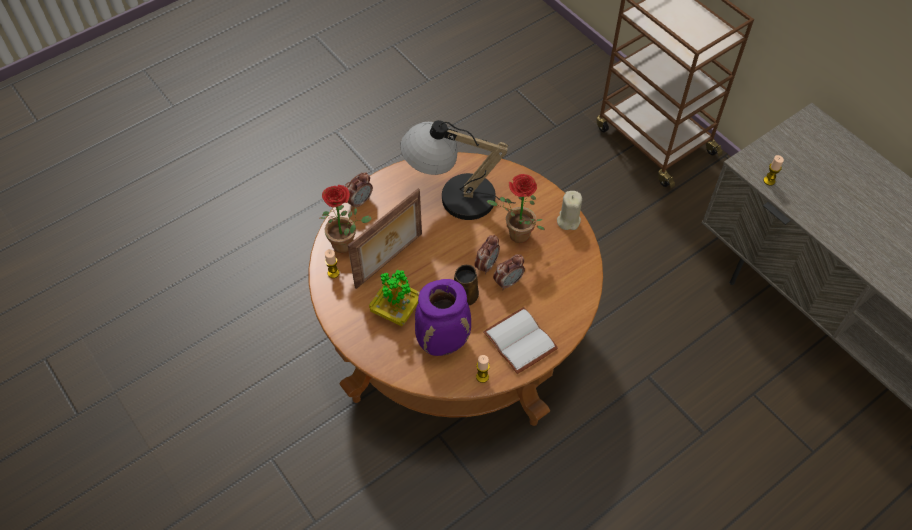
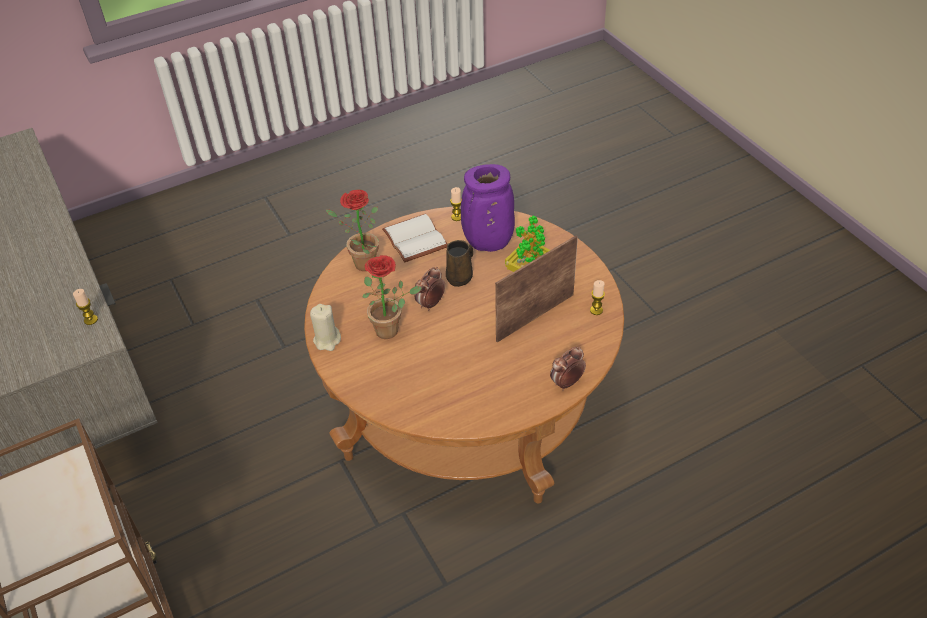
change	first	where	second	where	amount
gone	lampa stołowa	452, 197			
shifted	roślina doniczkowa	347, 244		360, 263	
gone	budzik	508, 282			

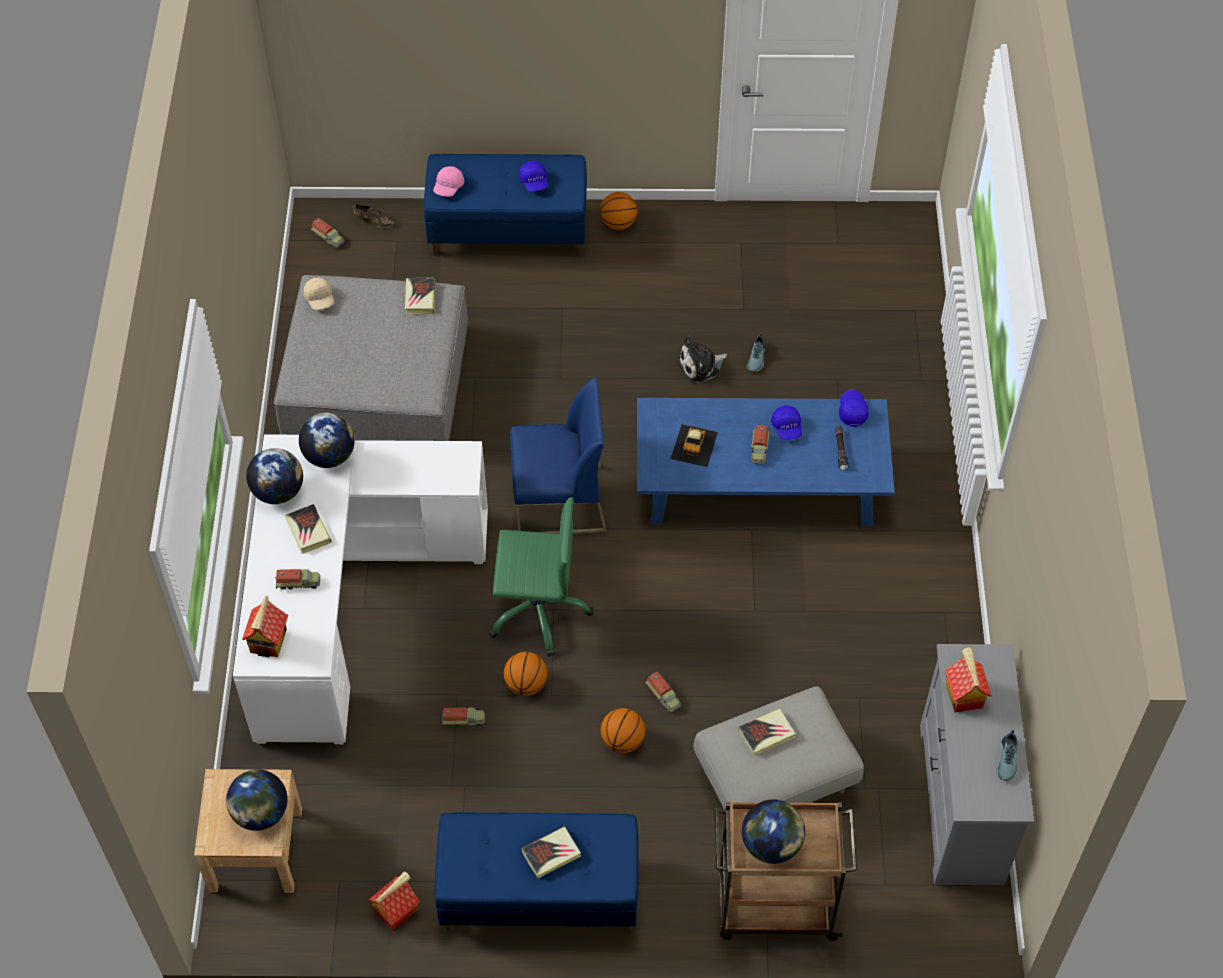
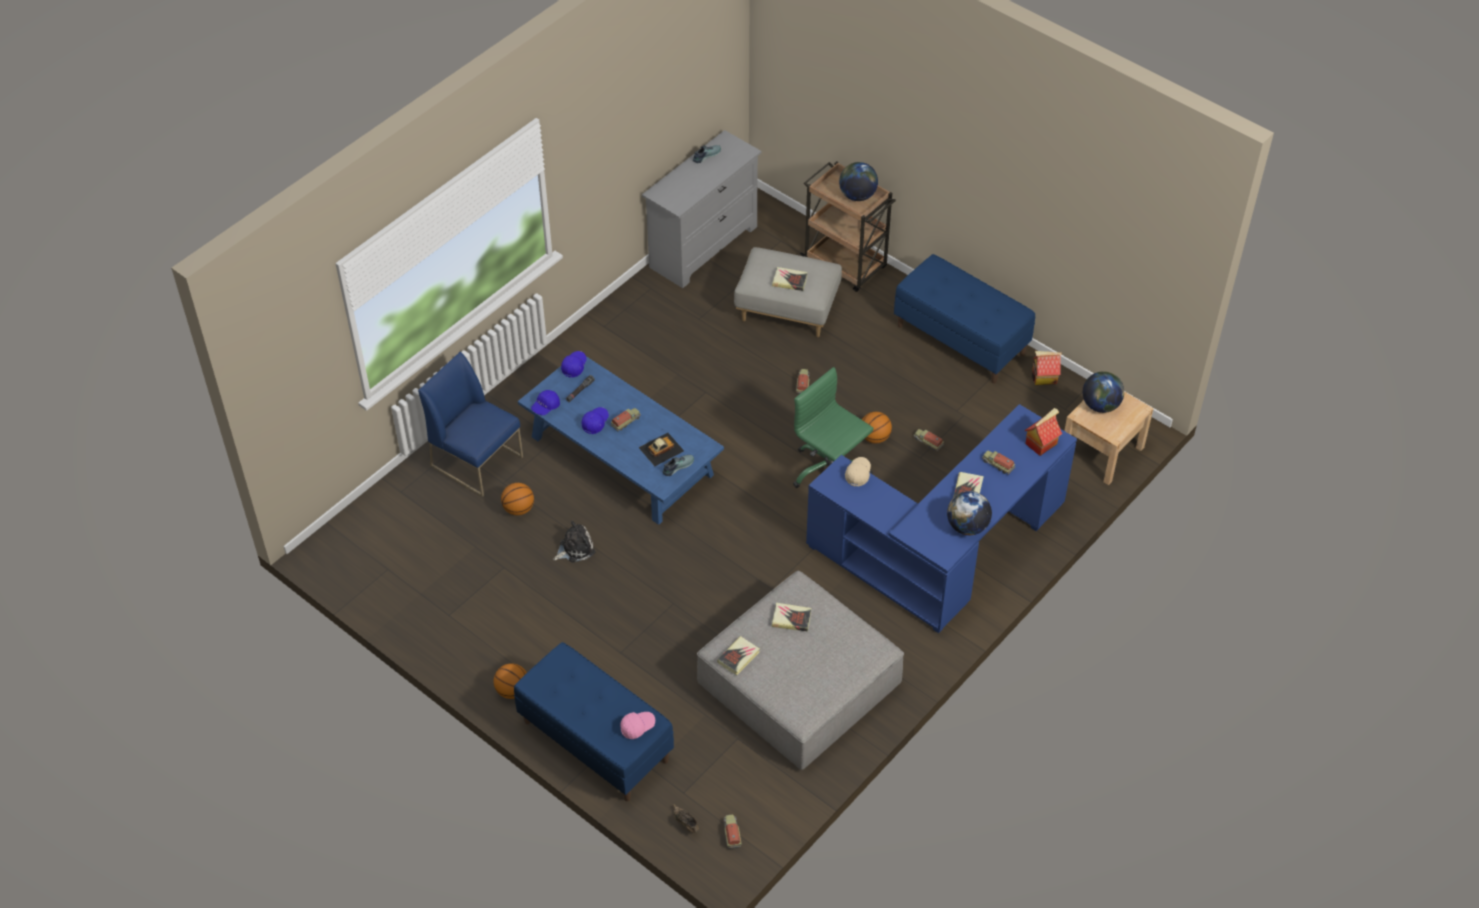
change	first	where	second	where	amount
shifted	czapka z daszkiem (niebieski)	534, 182		574, 366	
shifted	czapka z daszkiem (beżowy)	320, 299		858, 474	
shifted	but	757, 358		677, 466	
rotated	pluszak	701, 366		575, 548	45 degrees counterclockwise
shifted	krzesło (niebieski)	558, 502		477, 461	
gone	globus	329, 456			
repainted	biurko (biały)	343, 600	biurko (niebieski)	944, 552	
gone	domek	963, 694			
shifted	piłka do koszykówki	622, 741		519, 509	
shifted	książka	551, 854		791, 619	

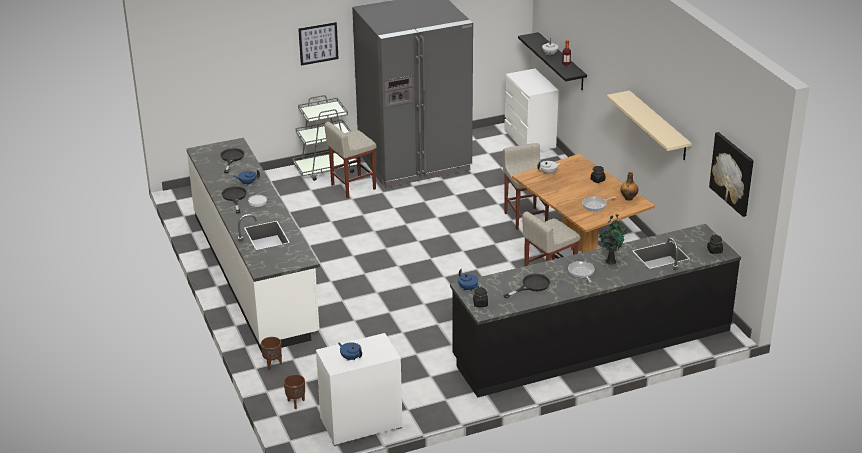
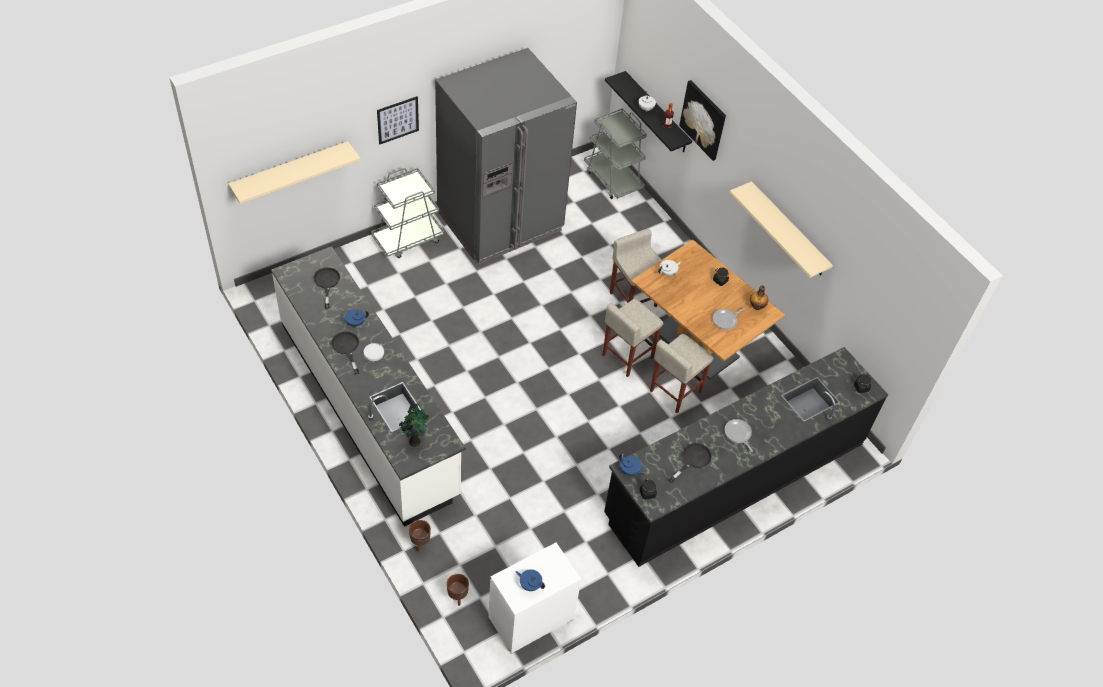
change	first	where	second	where	amount
swapped	komoda (biały)	530, 140	wózek (szary)	613, 179	
shifted	stołek (beżowy)	352, 187		627, 356	
shifted	obraz	732, 173		703, 120	
shifted	roślina doniczkowa	610, 261		414, 440	
new			półka (beżowy)	290, 170	

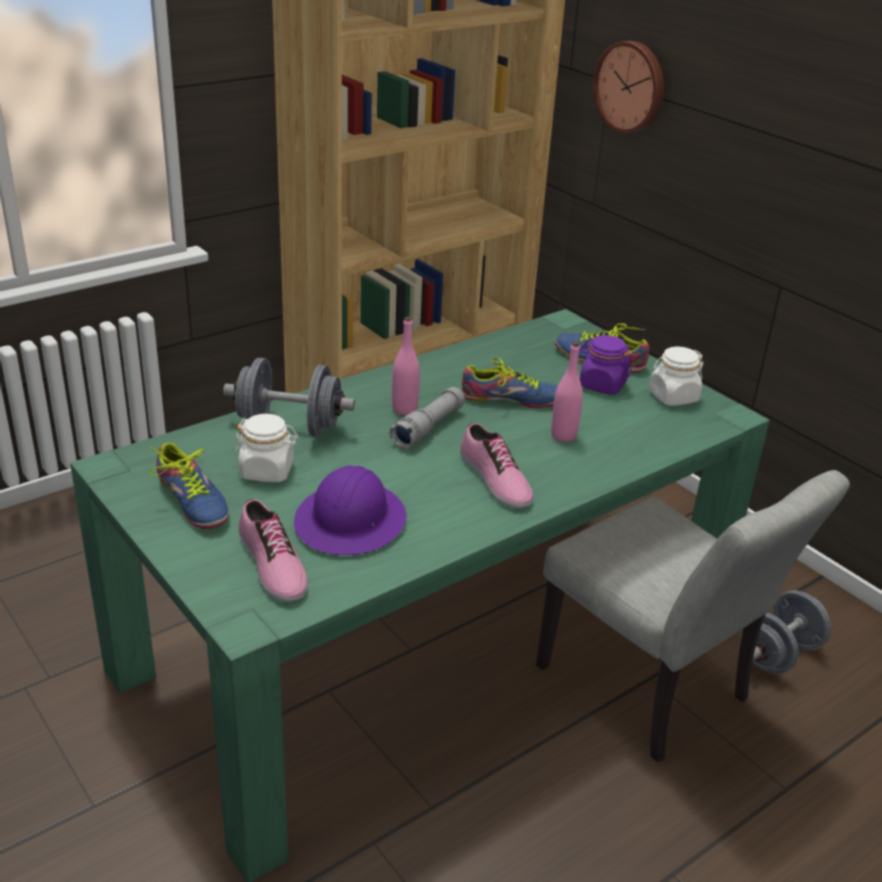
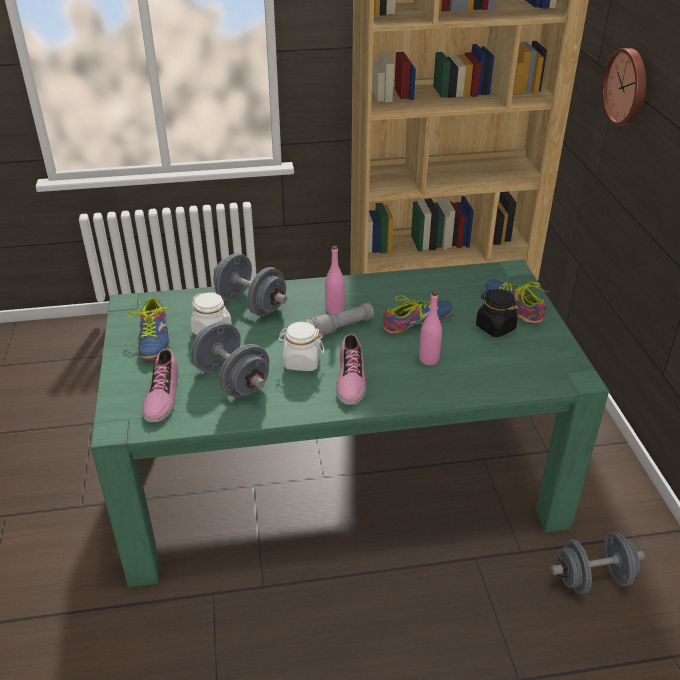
change	first	where	second	where	amount
repainted	słoik (fioletowy)	602, 385	słoik (czarny)	495, 327	
shifted	słoik (biały)	673, 397		301, 362	
rotated	but	512, 398		417, 321	60 degrees counterclockwise
swapped	kask (fioletowy)	351, 521	hantel (szary)	232, 380	
gone	krzesło (szary)	654, 692			

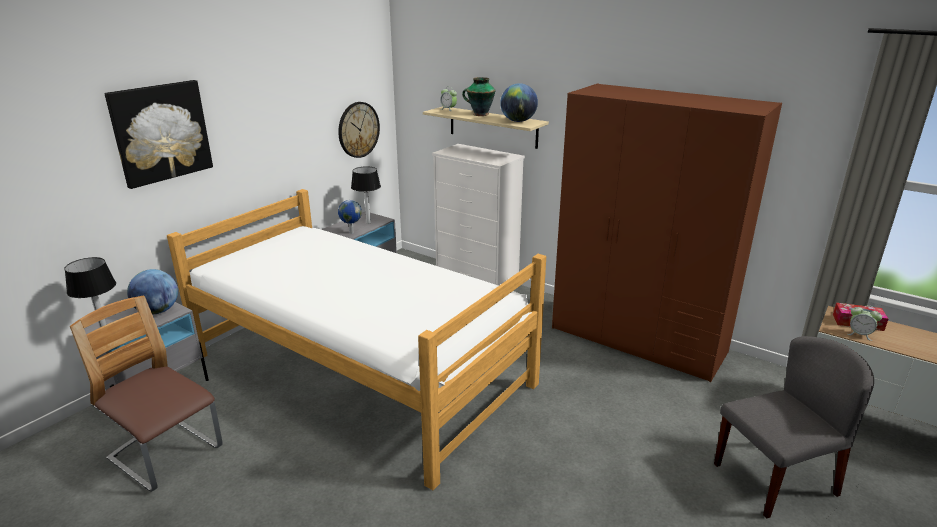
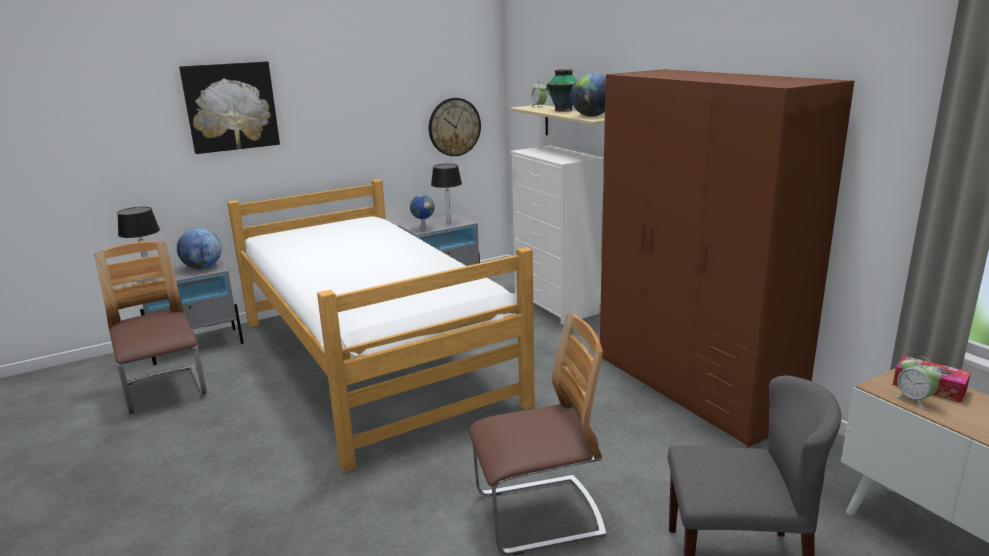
change	first	where	second	where	amount
new			krzesło	538, 515	

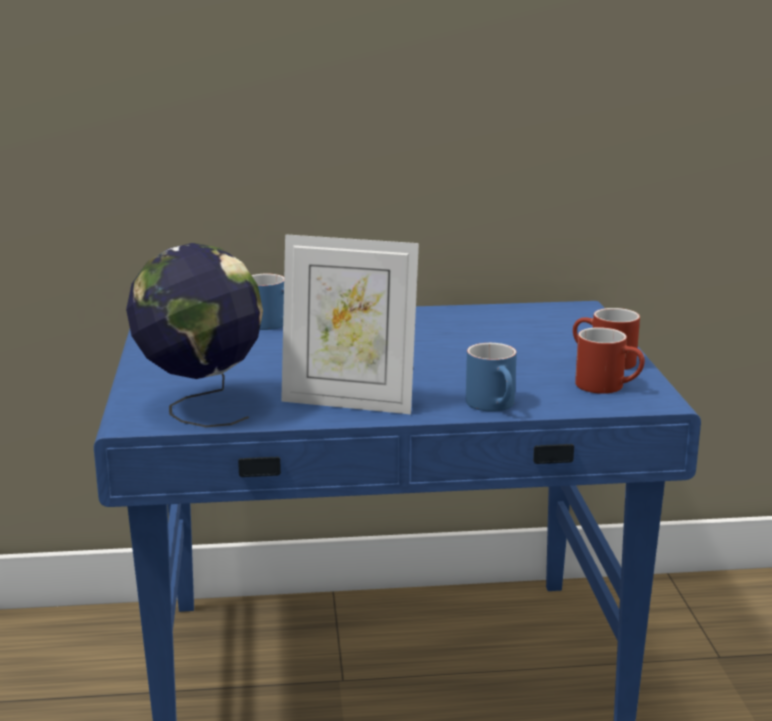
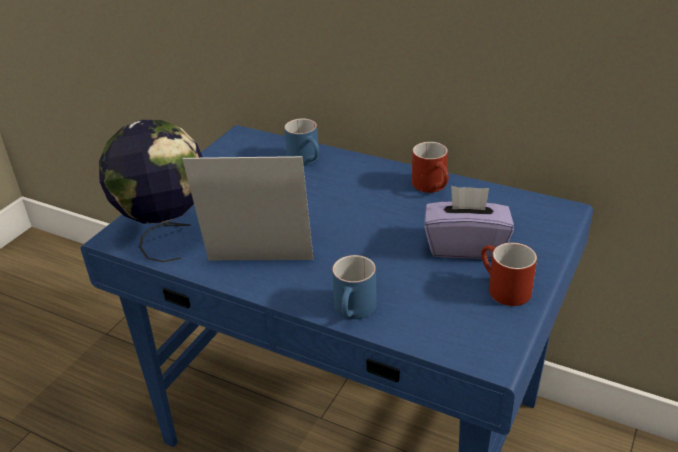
change	first	where	second	where	amount
rotated	ramka na zdjęcie	349, 402		259, 266	135 degrees clockwise
shifted	kubek (czerwony)	609, 386		433, 186	
new			pudełko chusteczek (fioletowy)	465, 246	

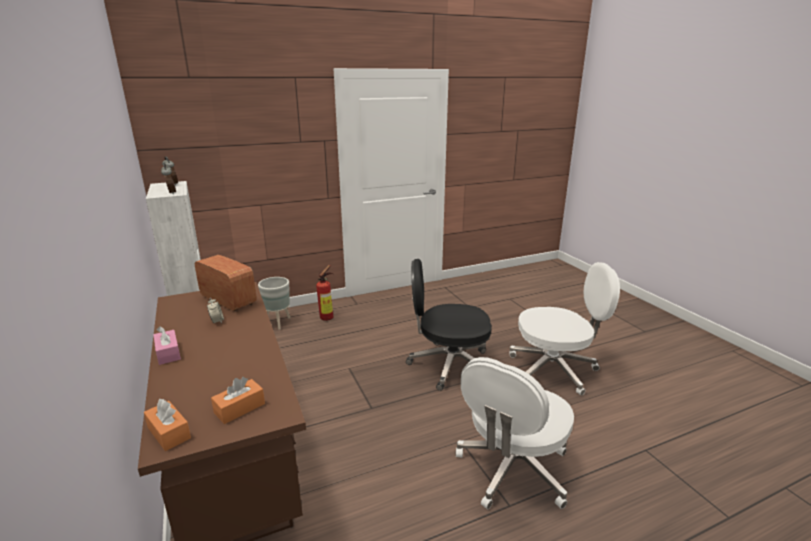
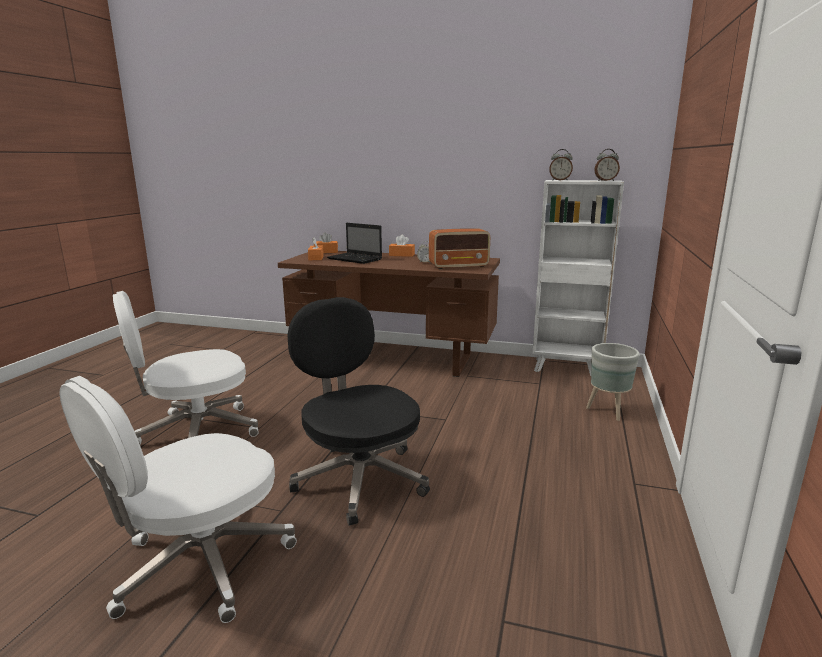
change	first	where	second	where	amount
rotated	krzesło biurowe (czarny)	448, 365		359, 478	75 degrees counterclockwise
gone	gaśnica	328, 317			
repainted	pudełko chusteczek (różowy)	168, 353	pudełko chusteczek (pomarańczowy)	401, 255	
rotated	krzesło biurowe (biały)	512, 469		196, 433	105 degrees counterclockwise
new			laptop	356, 259	

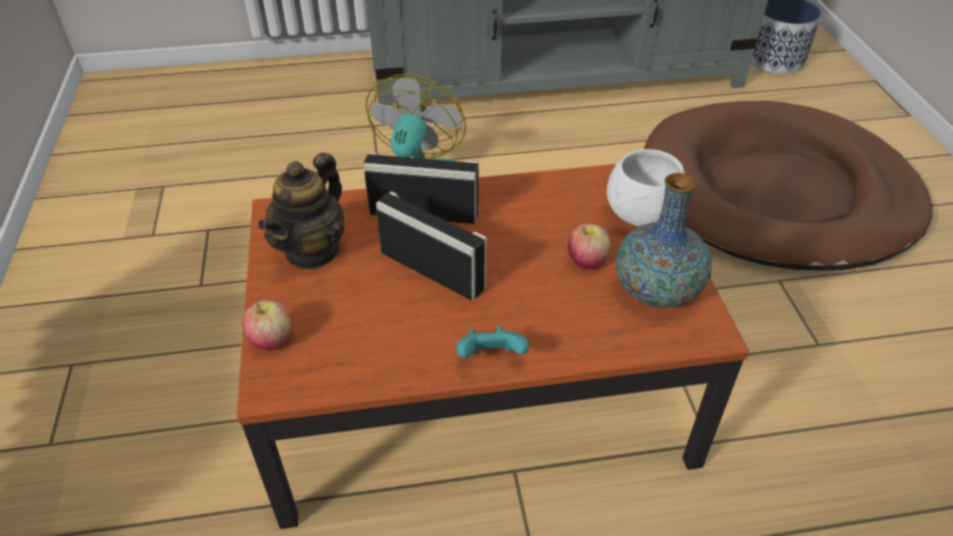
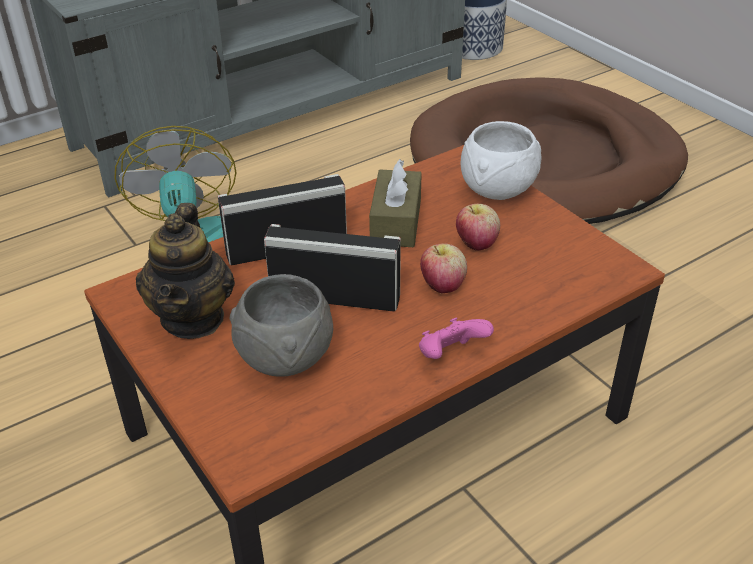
change	first	where	second	where	amount
gone	wazon	657, 290			
shifted	jabłko	272, 340		442, 286	
repainted	pad do gier (turkusowy)	491, 358	pad do gier (różowy)	450, 355	
new			pudełko chusteczek (brązowy)	396, 222	
new			miska (szary)	287, 359	

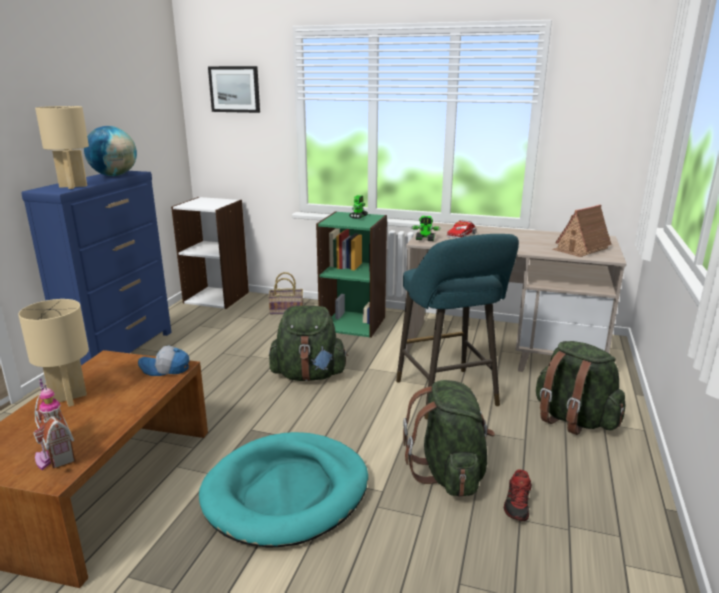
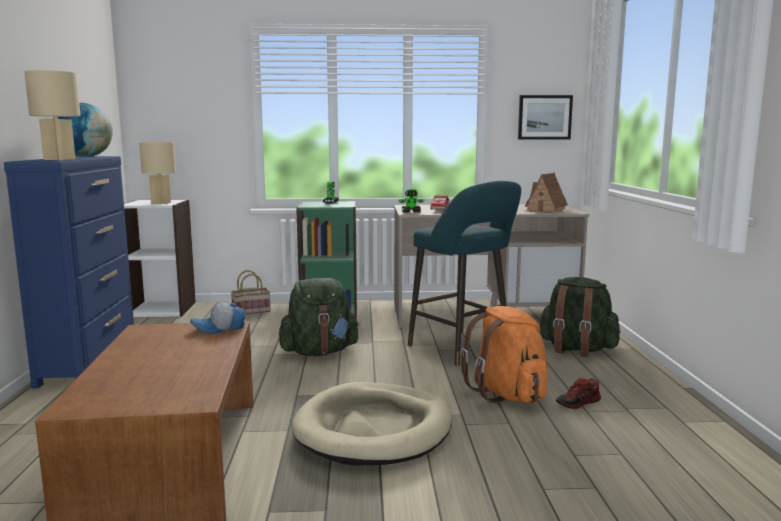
change	first	where	second	where	amount
shifted	obraz	235, 89		544, 117	
shifted	lampa stołowa (beżowy)	68, 399		160, 203	
gone	domek	54, 456			
repainted	plecak (zielony)	449, 473	plecak (pomarańczowy)	507, 394	
repainted	legowisko (turkusowy)	287, 492	legowisko (beżowy)	374, 429	
rotated	but	518, 504		578, 403	60 degrees clockwise

